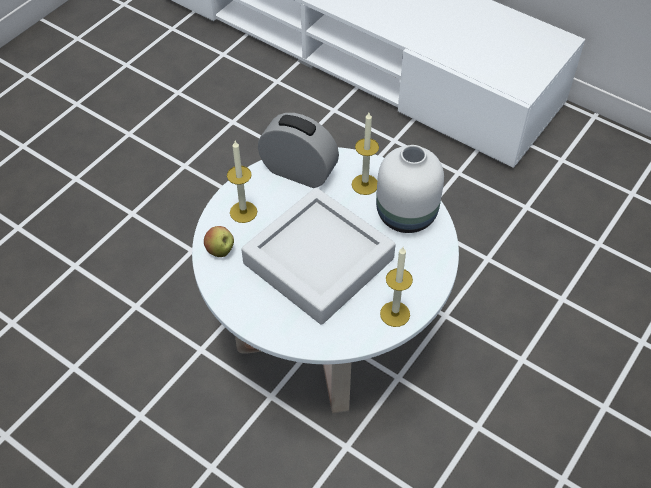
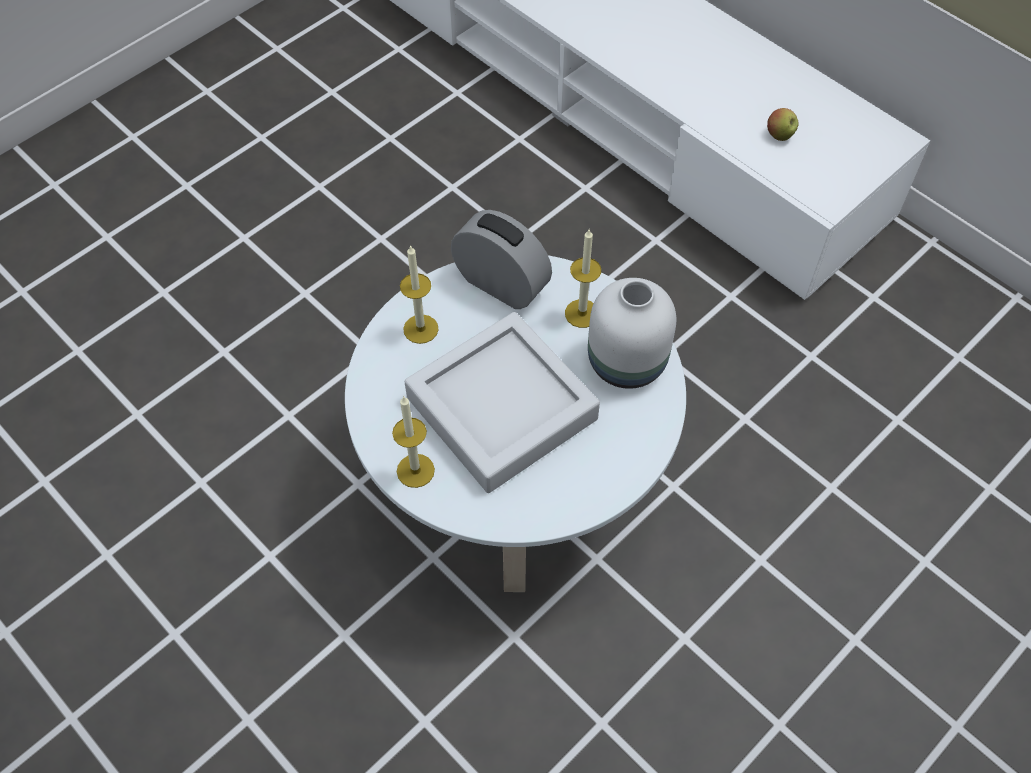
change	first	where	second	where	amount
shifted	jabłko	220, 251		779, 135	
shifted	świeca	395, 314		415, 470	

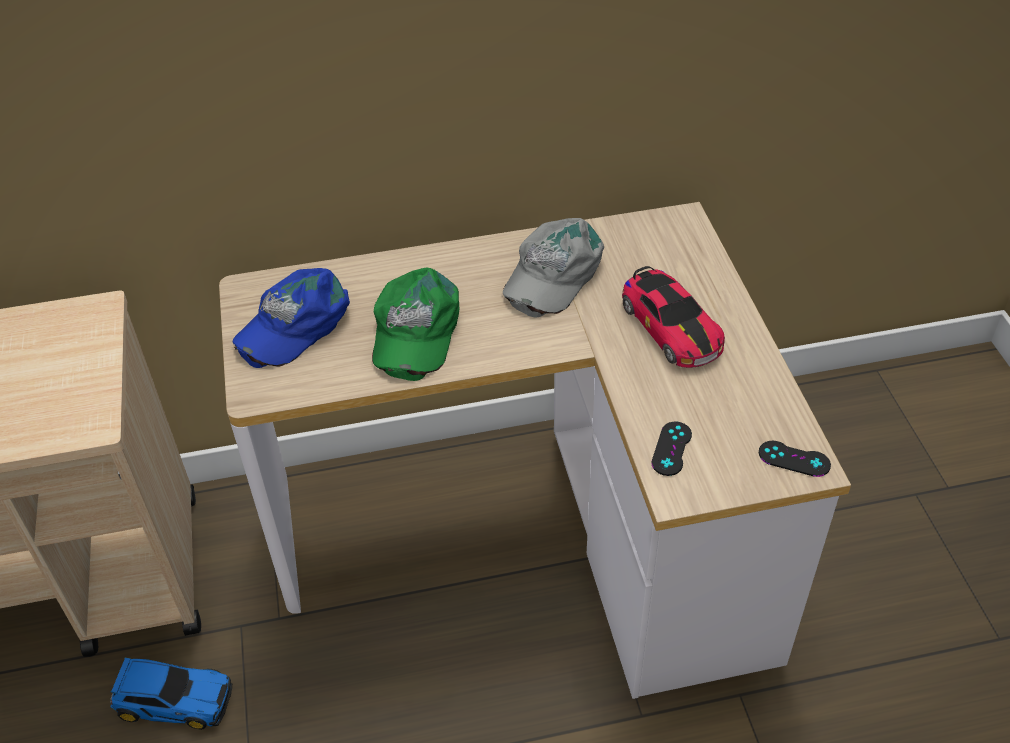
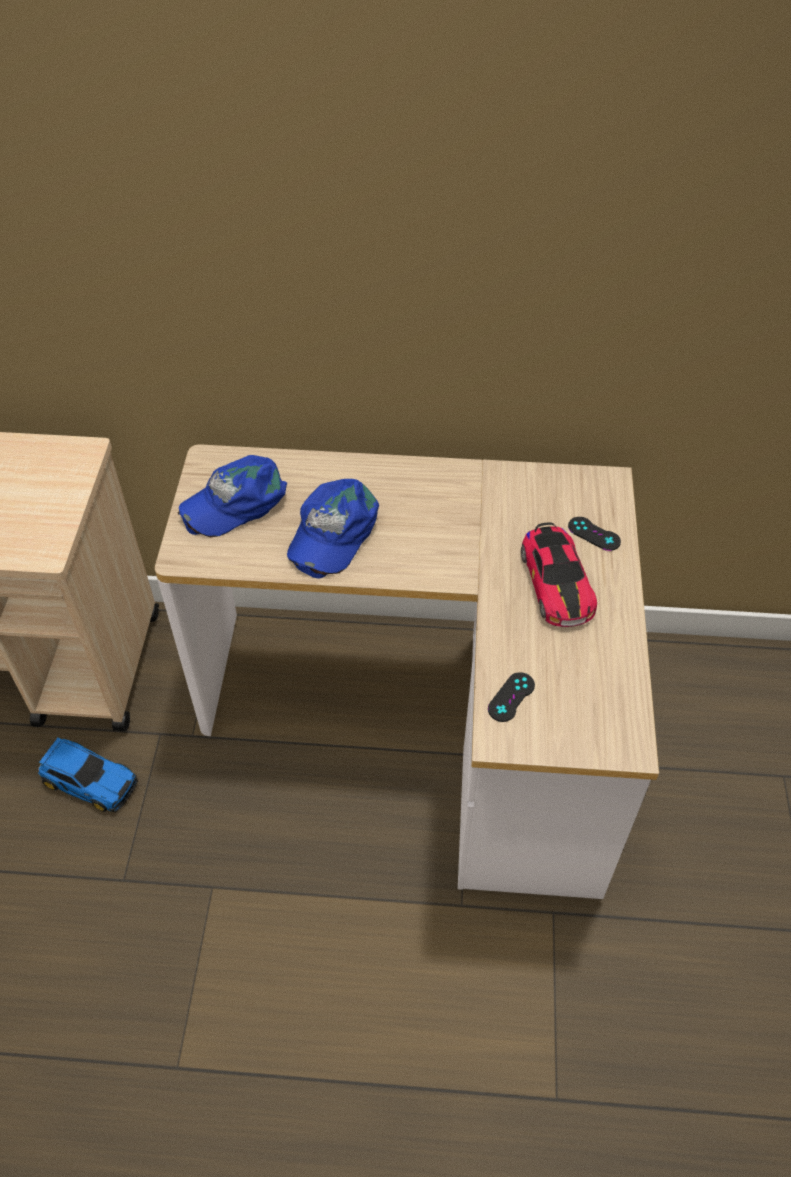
change	first	where	second	where	amount
gone	czapka z daszkiem (szary)	552, 274			
repainted	czapka z daszkiem (zielony)	414, 331	czapka z daszkiem (niebieski)	332, 532	
shifted	pad do gier (czarny)	794, 459		594, 534	

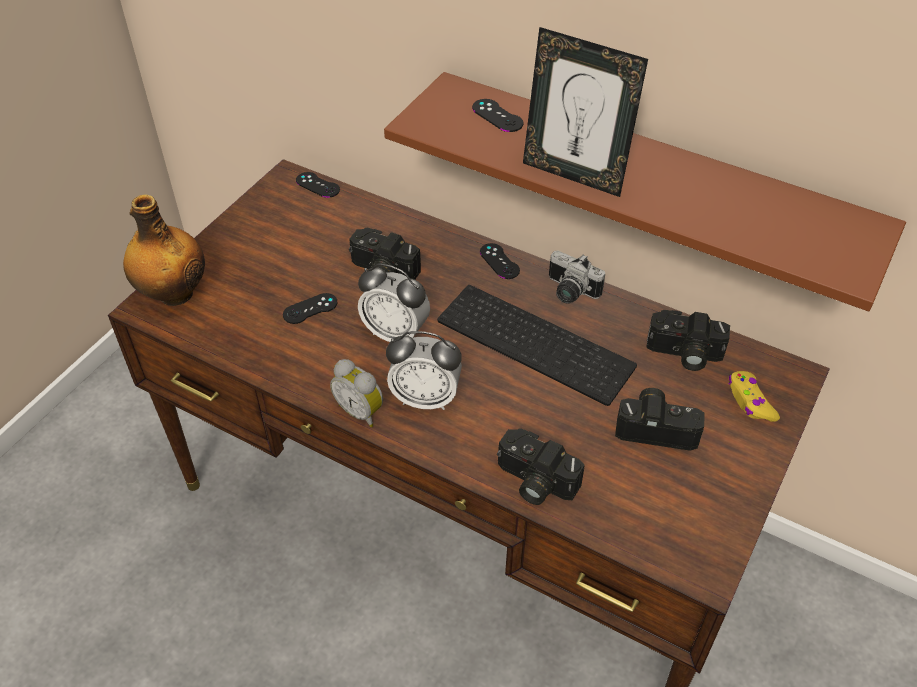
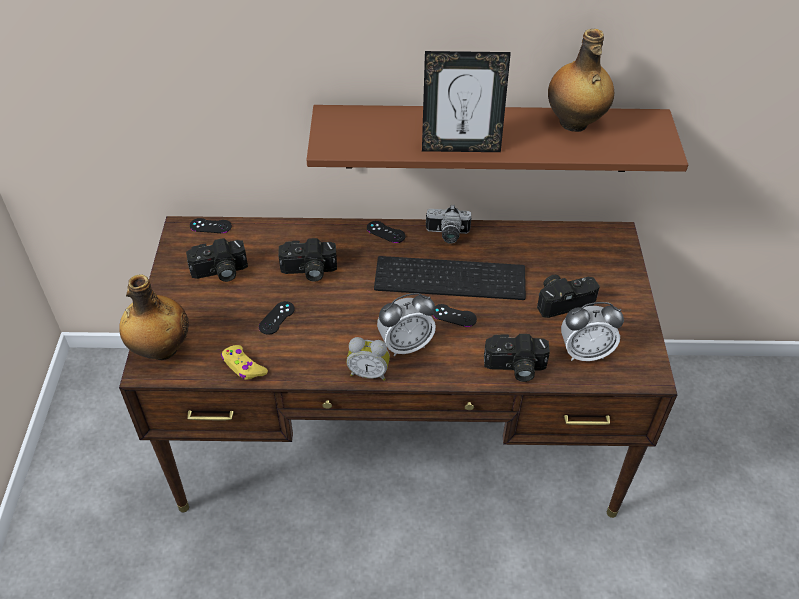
change	first	where	second	where	amount
shifted	pad do gier (czarny)	497, 116		454, 315	
shifted	budzik	395, 333		585, 352	
shifted	aparat fotograficzny	683, 354		220, 272	
shifted	pad do gier (żółty)	750, 401		243, 367	
new			butelka	574, 123	

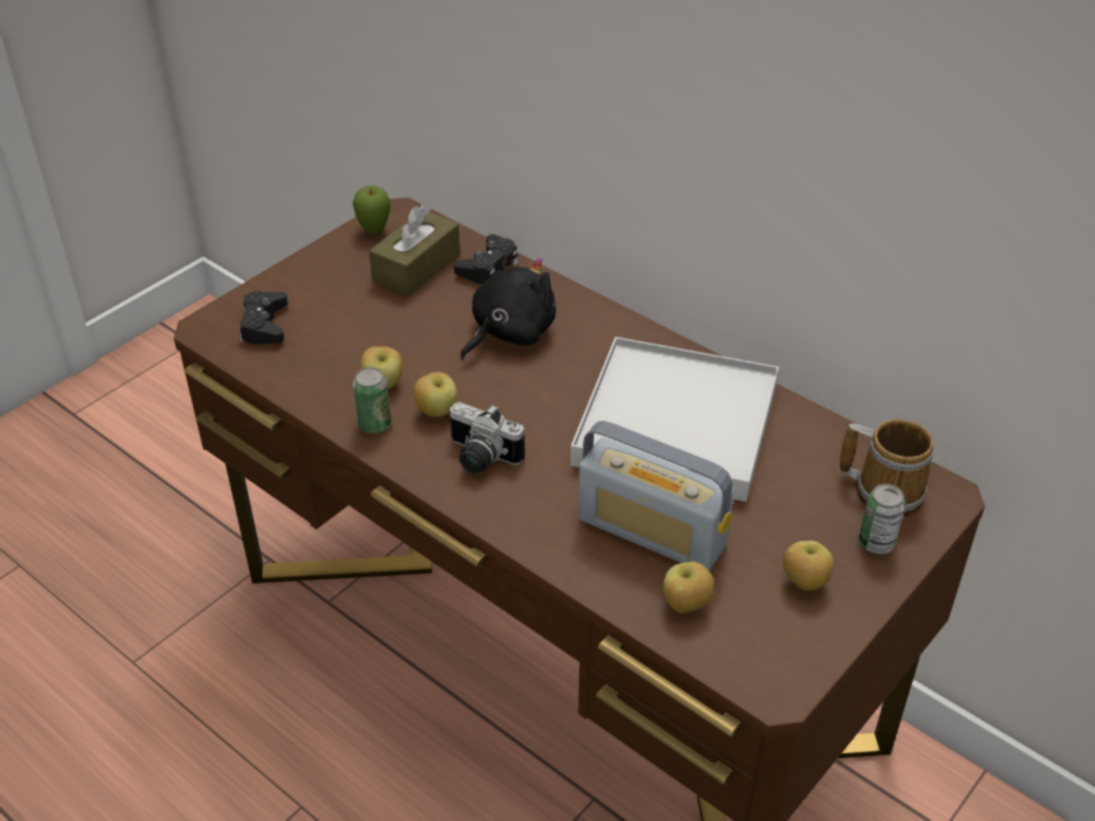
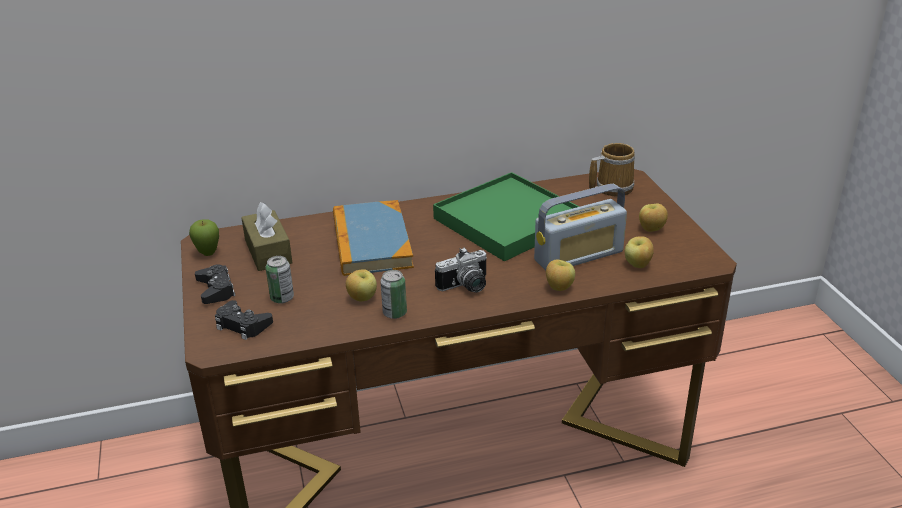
change	first	where	second	where	amount
shifted	pad do gier (czarny)	488, 267		216, 290	
swapped	pluszak (czarny)	509, 332	książka	371, 242	
repainted	taca (biały)	676, 424	taca (zielony)	507, 221	
shifted	jabłko	437, 411		559, 288	
shifted	puszka	876, 543		282, 298	

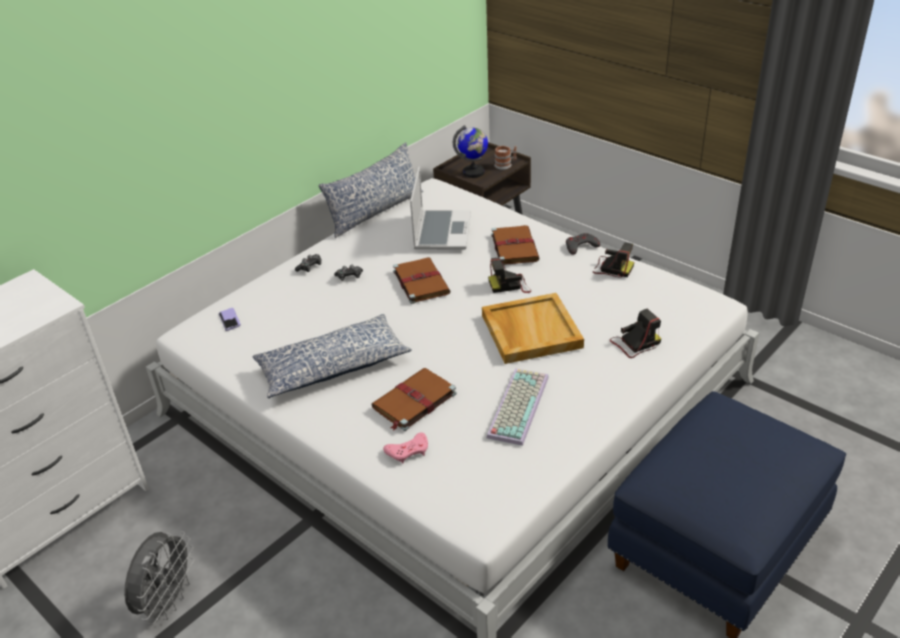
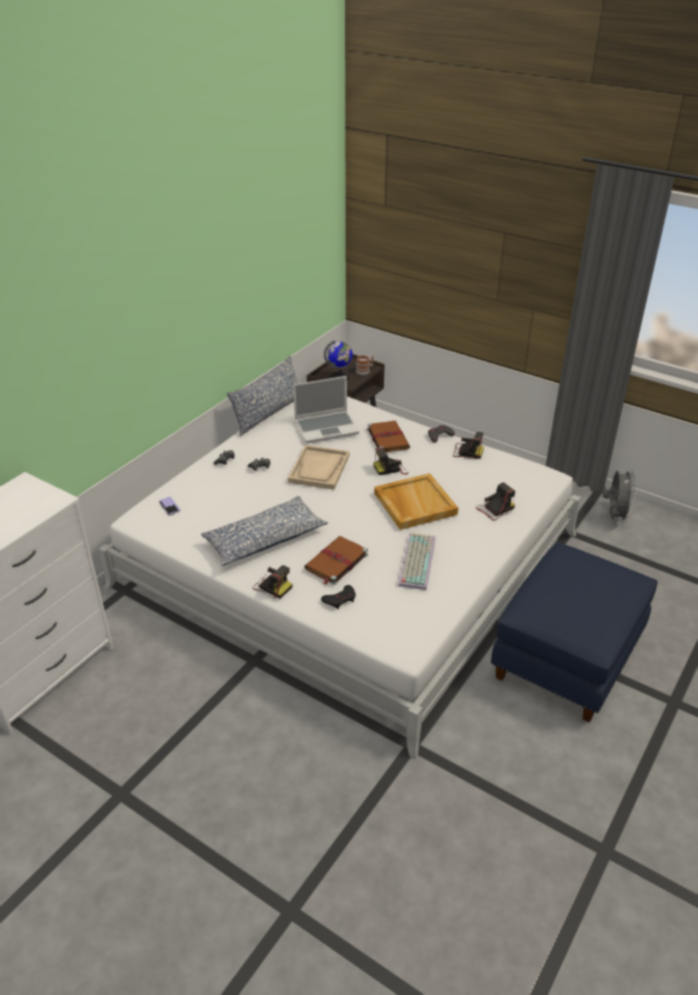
change	first	where	second	where	amount
rotated	laptop	441, 231		327, 427	75 degrees clockwise
swapped	książka (brązowy)	420, 282	taca (beżowy)	319, 469	
repainted	pad do gier (różowy)	408, 451	pad do gier (czarny)	340, 599	
shifted	wentylator (szary)	167, 601		614, 516	
new			aparat fotograficzny	272, 586	

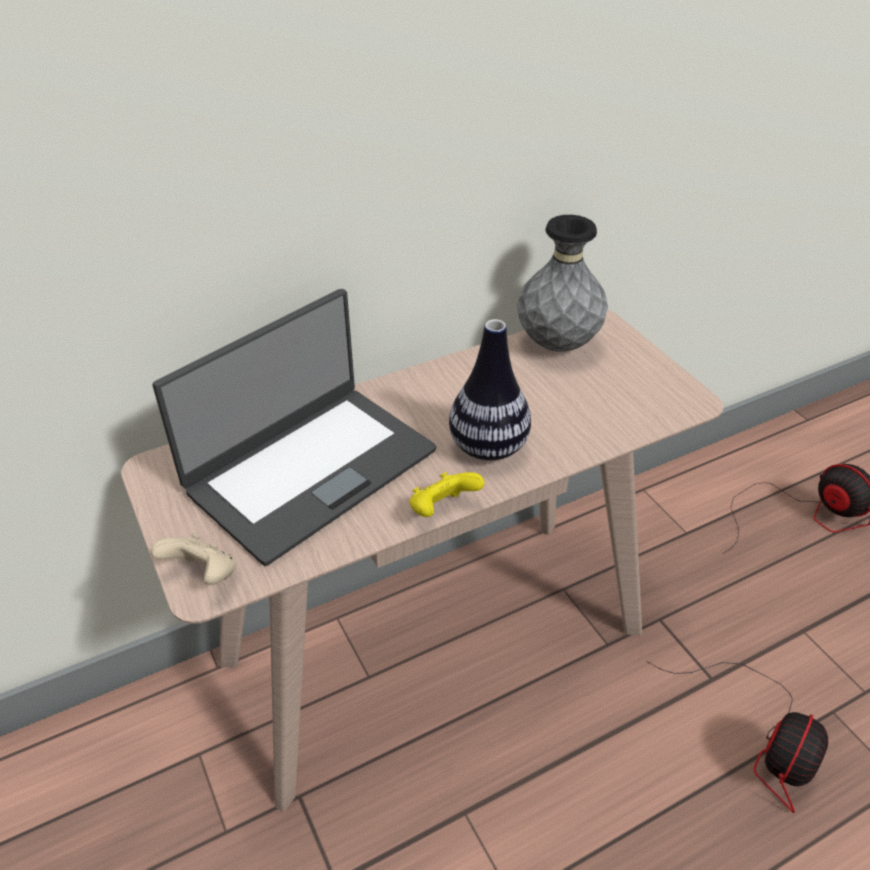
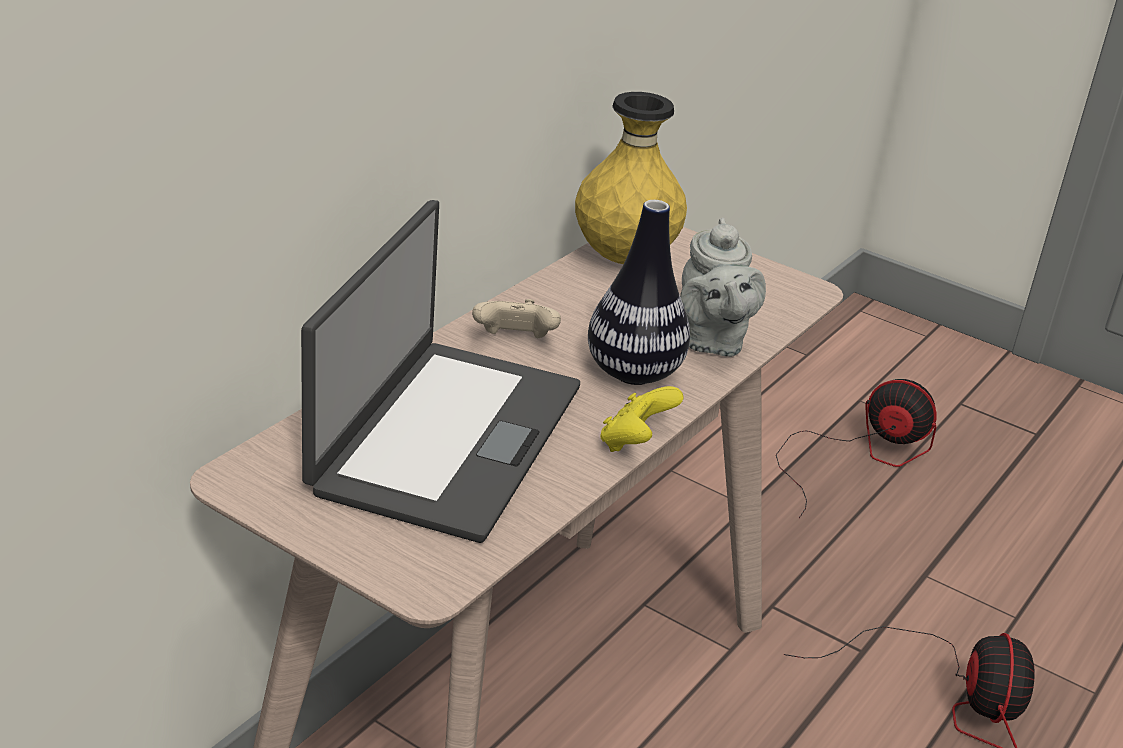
change	first	where	second	where	amount
repainted	wazon (szary)	557, 344	wazon (żółty)	623, 259	
shifted	pad do gier (beżowy)	203, 575		514, 342	
new			imbryk (szary)	710, 341	

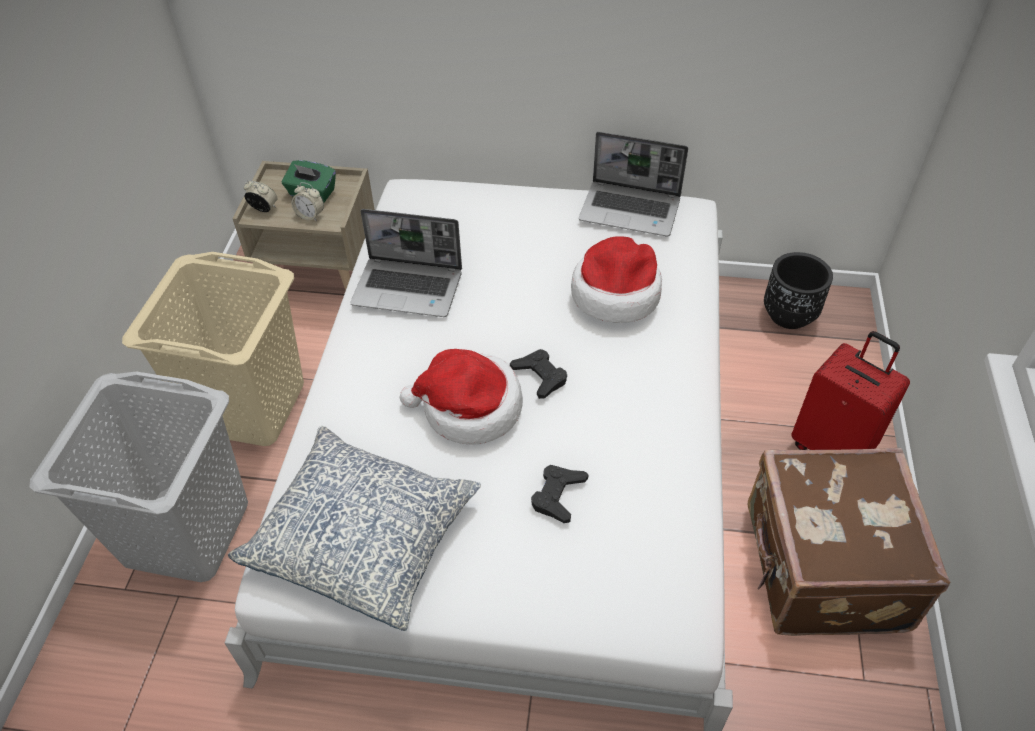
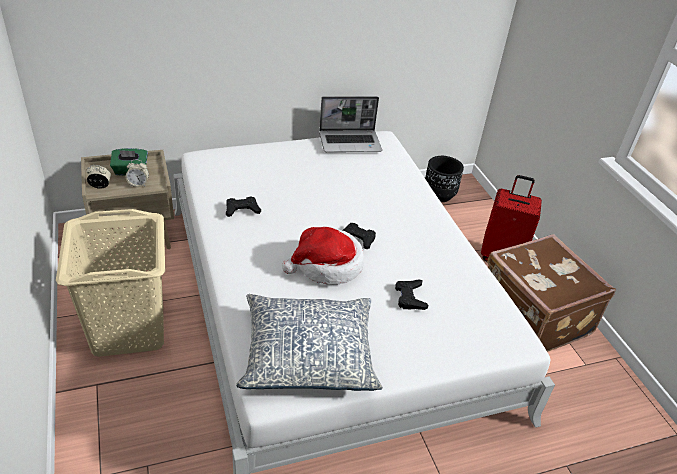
change	first	where	second	where	amount
swapped	laptop	409, 288	pad do gier (czarny)	242, 210	
gone	kapelusz	615, 293			
gone	kosz na pranie (szary)	188, 532			

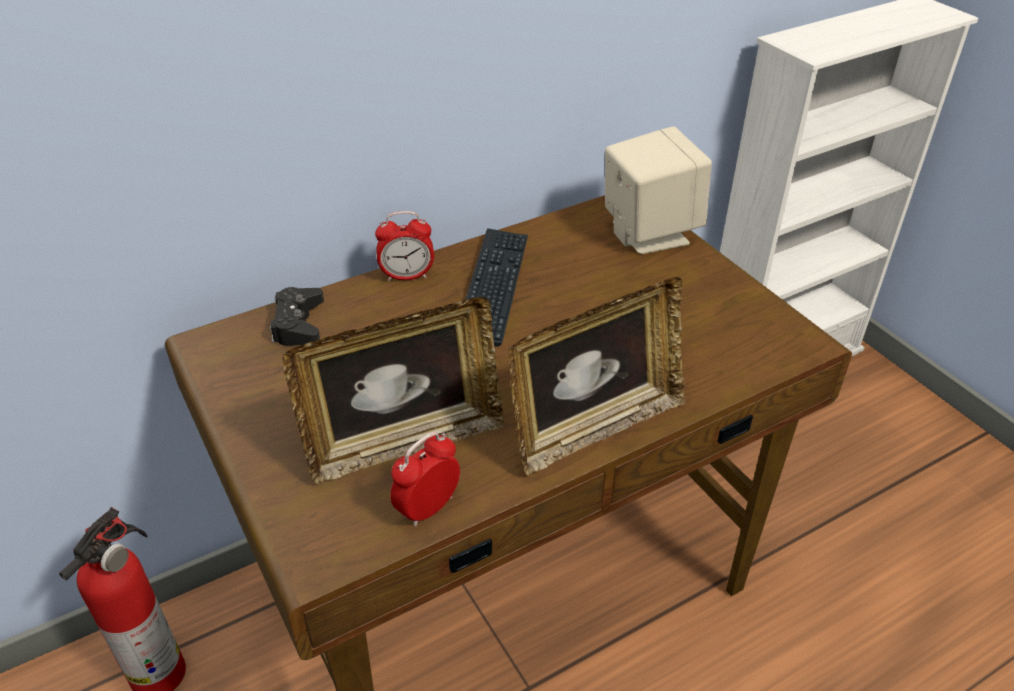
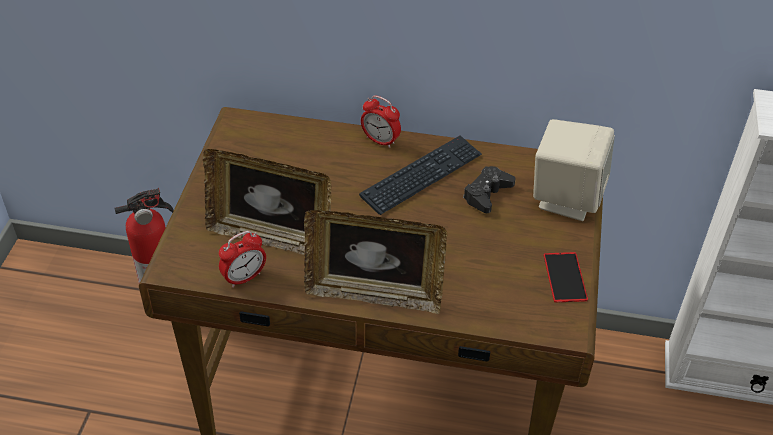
change	first	where	second	where	amount
shifted	pad do gier (czarny)	298, 324		487, 194	
rotated	budzik	428, 508		244, 277	150 degrees clockwise
new			telefon	565, 277	

